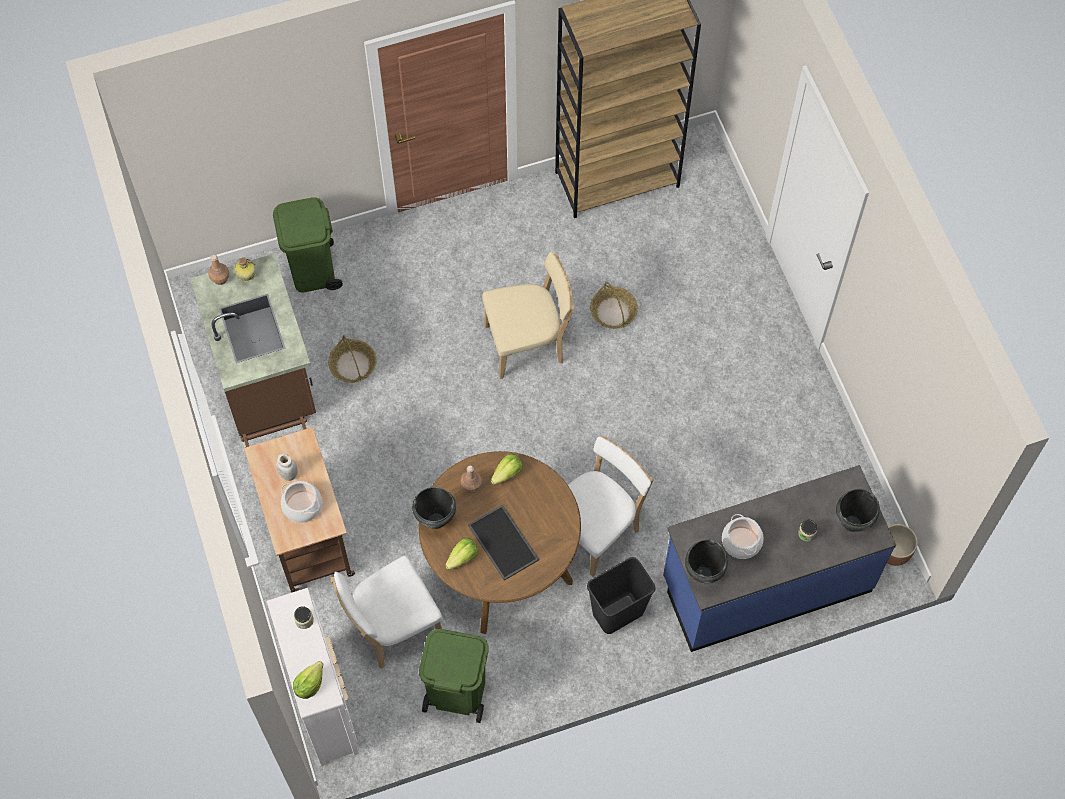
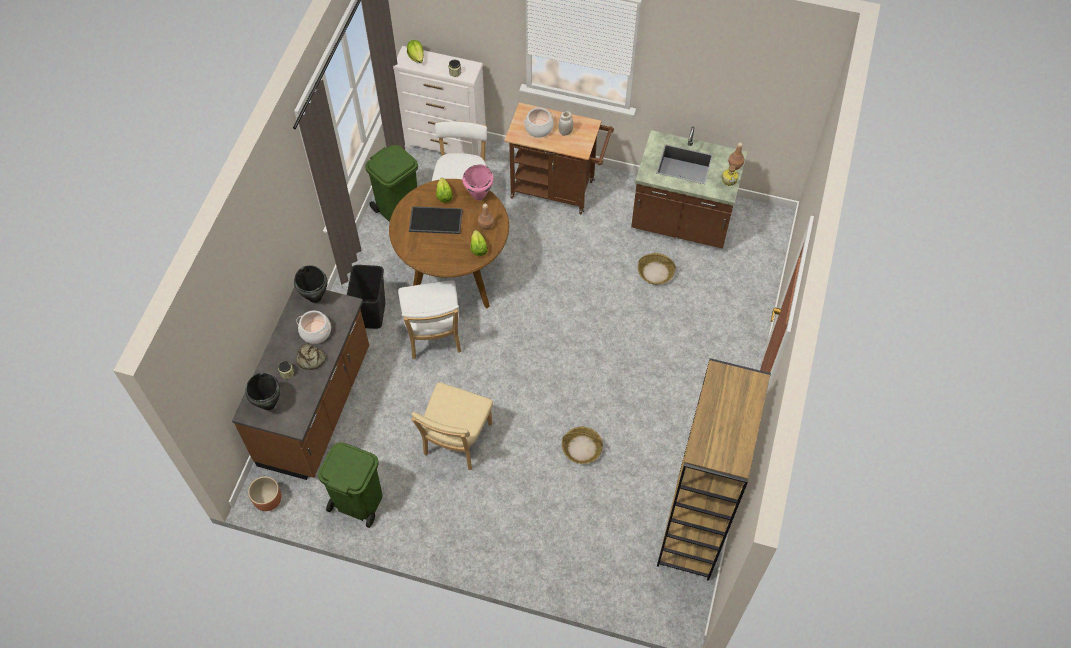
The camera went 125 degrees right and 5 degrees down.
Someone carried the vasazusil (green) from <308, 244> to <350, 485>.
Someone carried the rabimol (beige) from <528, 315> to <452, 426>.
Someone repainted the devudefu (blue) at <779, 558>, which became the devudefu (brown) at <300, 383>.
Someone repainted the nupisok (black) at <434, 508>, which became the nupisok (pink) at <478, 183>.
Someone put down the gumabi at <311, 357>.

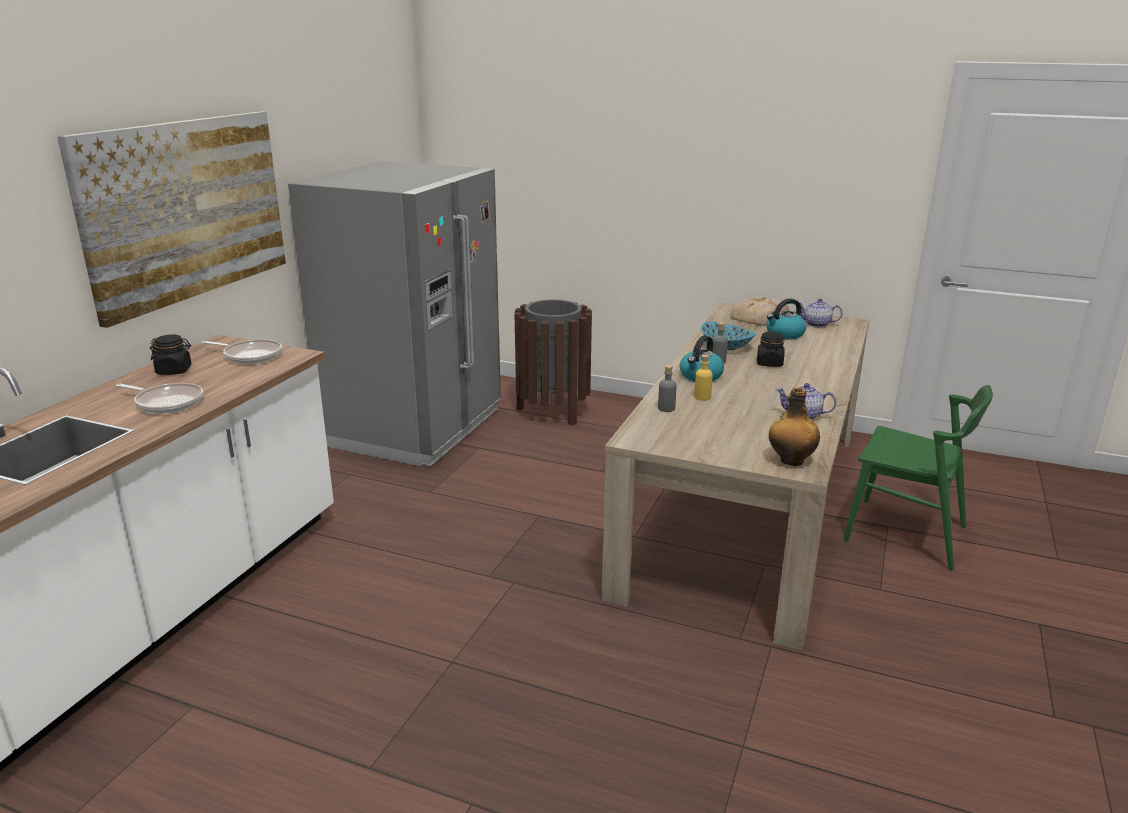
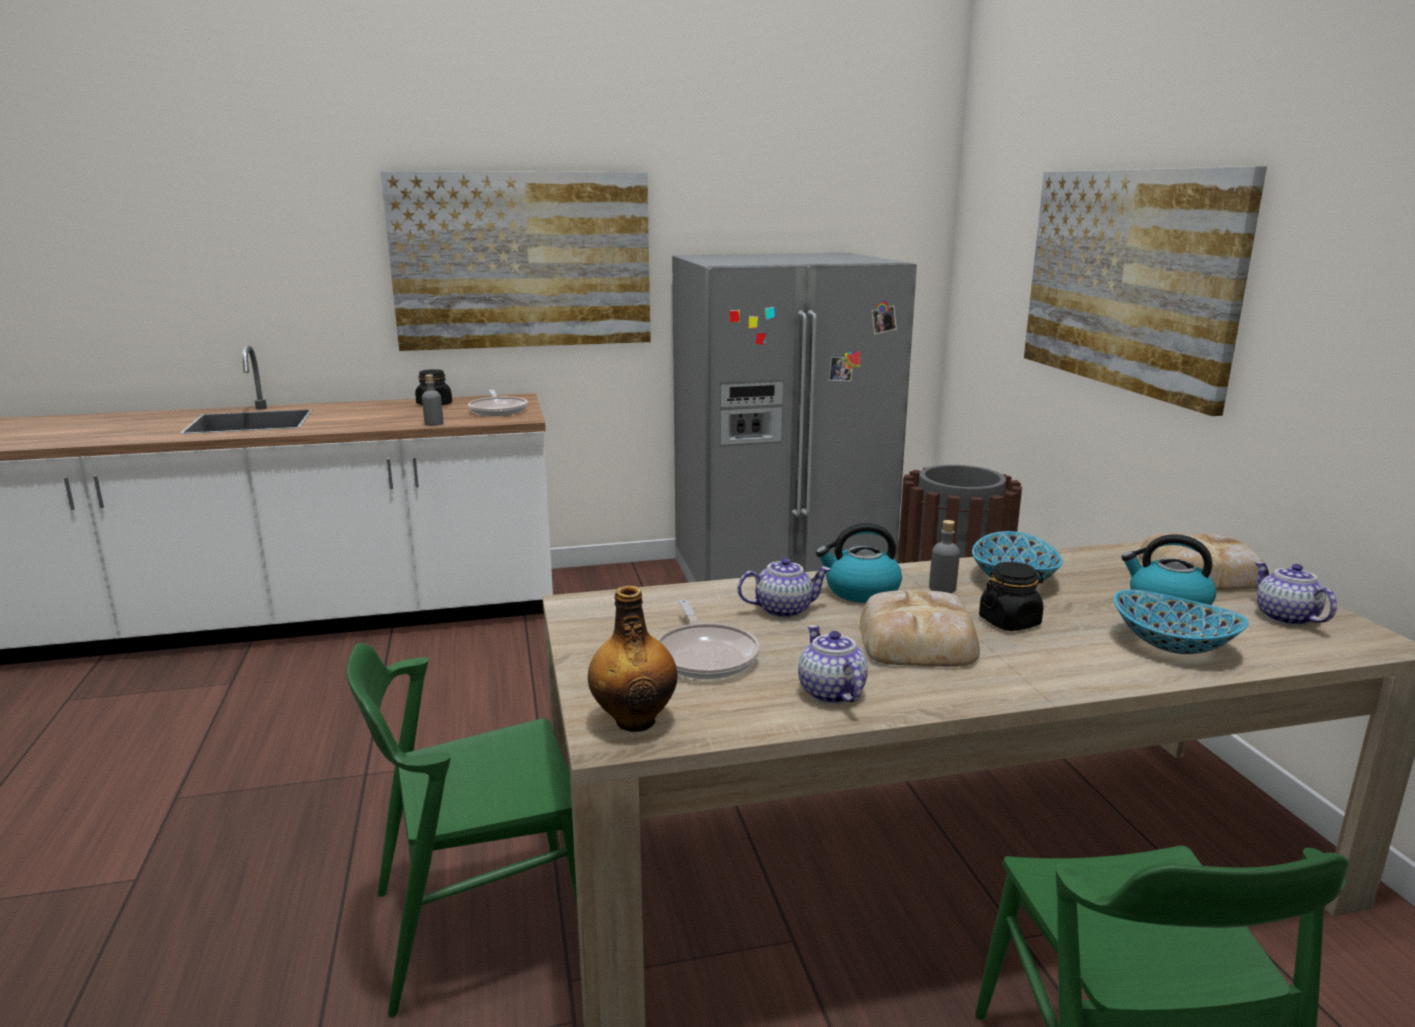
The camera went 55 degrees right and 5 degrees down.
Someone swapped the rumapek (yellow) at <703, 378> for the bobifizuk at <784, 588>.
Someone carried the rumapek (grey) from <667, 388> to <432, 400>.
Someone carried the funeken from <159, 398> to <708, 639>.
Someone put up the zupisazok at <1145, 291>.
Someone put down the gumabi at <920, 628>.
Someone put down the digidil at <1181, 622>.
Someone put down the rabimol (green) at <462, 830>.

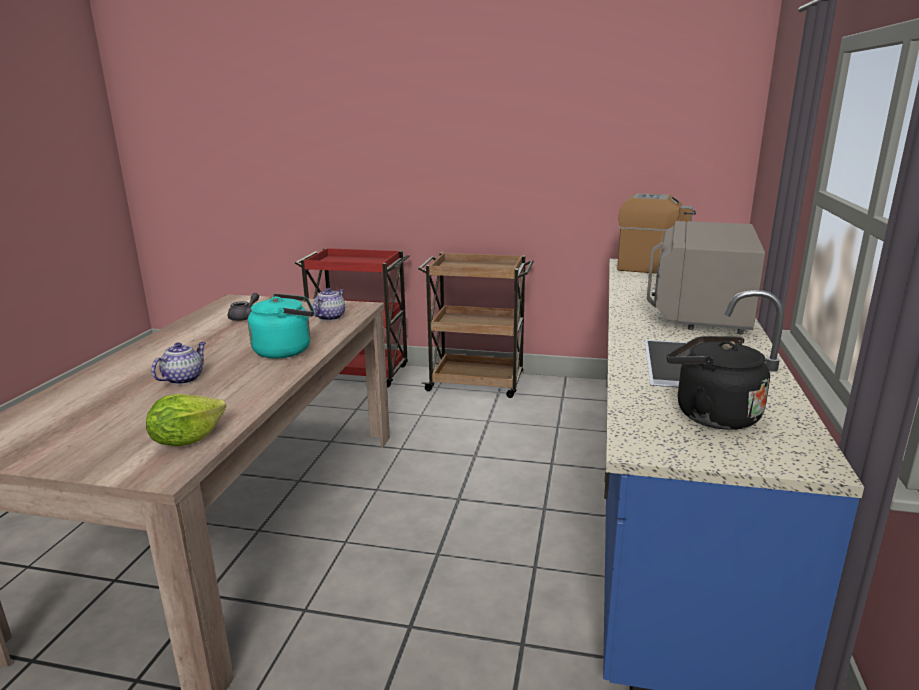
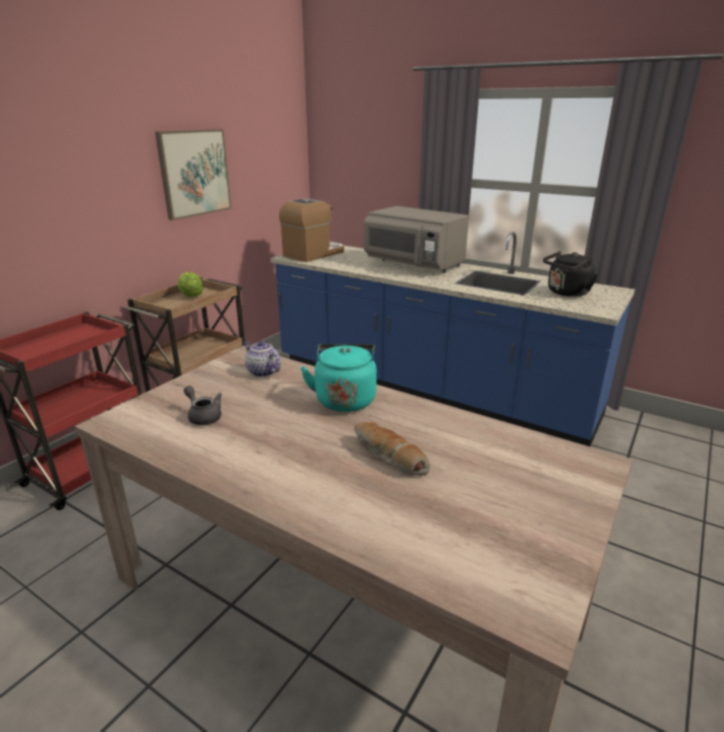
The camera went 70 degrees left and 5 degrees up.
Someone swapped the bobifizuk at <178, 363> for the gumabi at <392, 449>.
Someone carried the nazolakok from <186, 420> to <190, 284>.
Someone put up the zupisazok at <193, 174>.

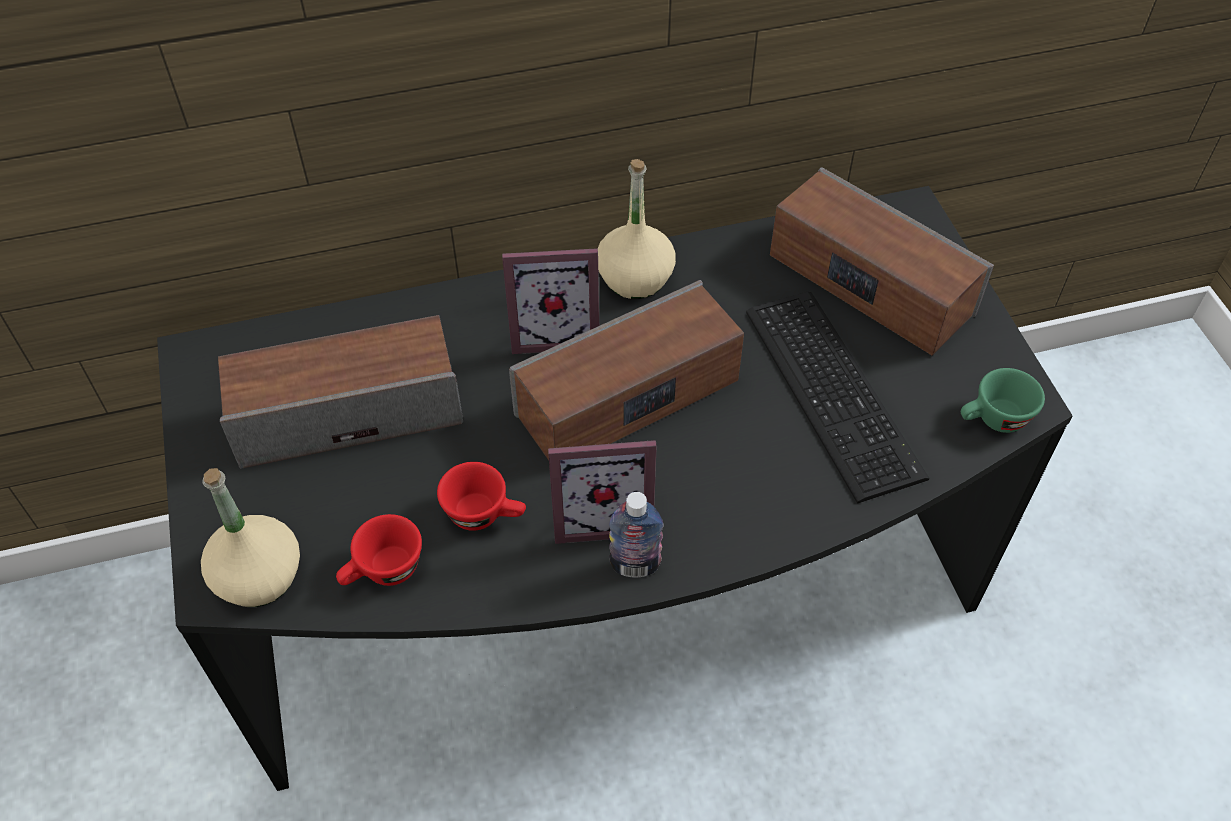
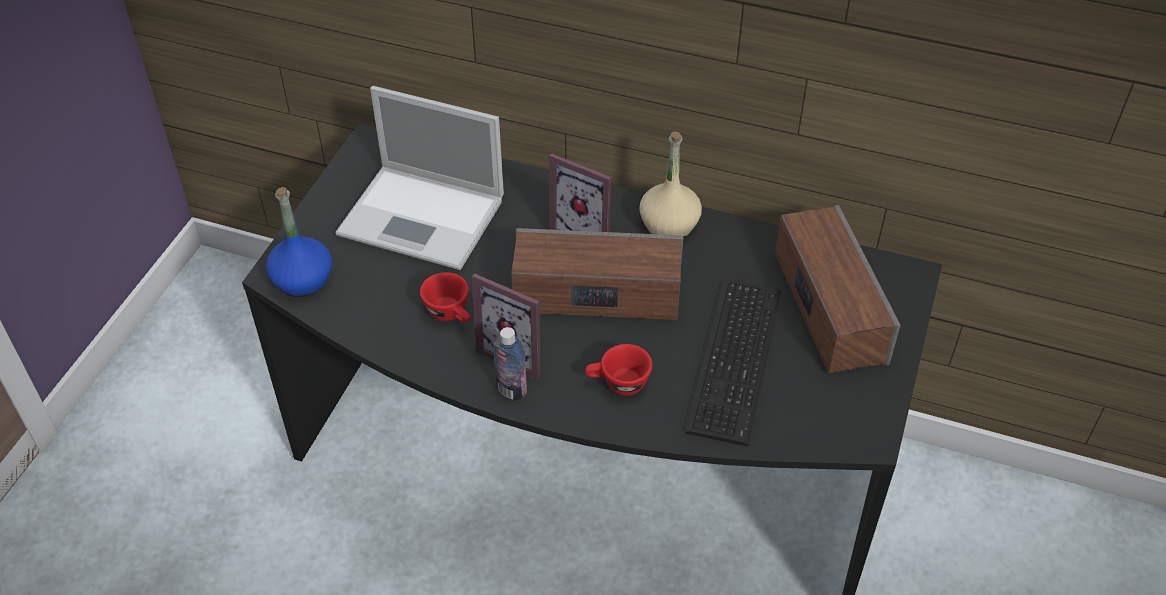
The camera went 35 degrees right and 5 degrees down.
Someone swapped the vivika at <340, 392> for the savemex at <419, 178>.
Someone took away the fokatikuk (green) at <1003, 400>.
Someone repainted the rumapek (beige) at <250, 537>, which became the rumapek (blue) at <299, 242>.
Someone carried the fokatikuk (red) from <379, 550> to <618, 370>.

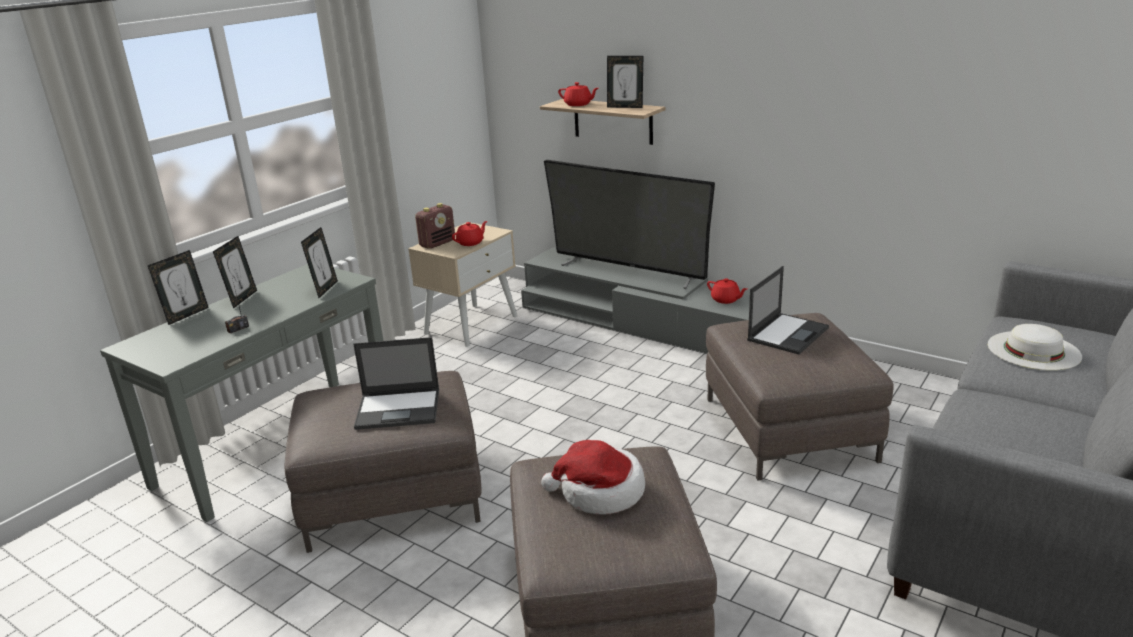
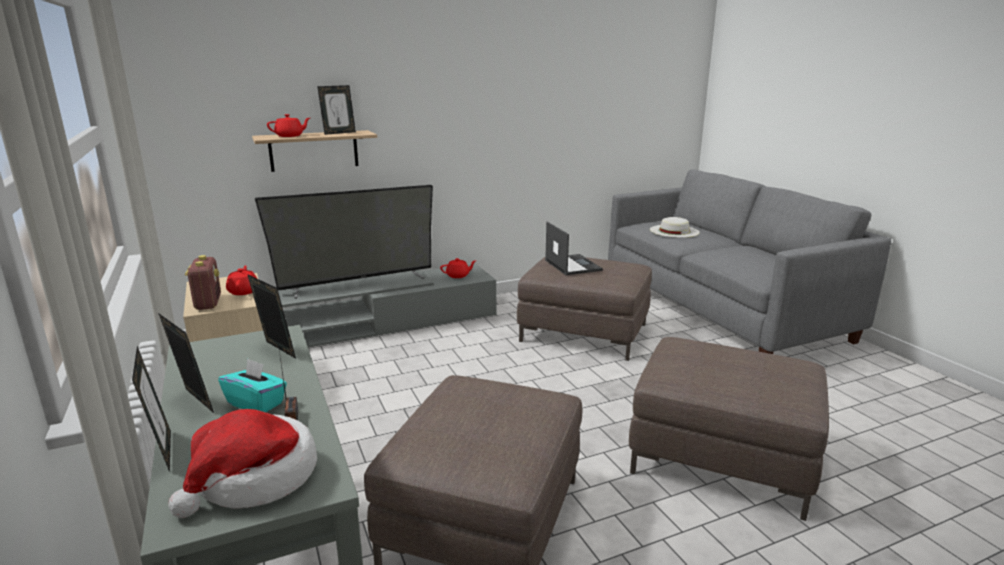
The camera went 60 degrees left and 5 degrees down.
Someone took away the savemex at <396, 383>.
Someone carried the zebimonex from <593, 477> to <243, 463>.
Someone put down the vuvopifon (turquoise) at <252, 385>.

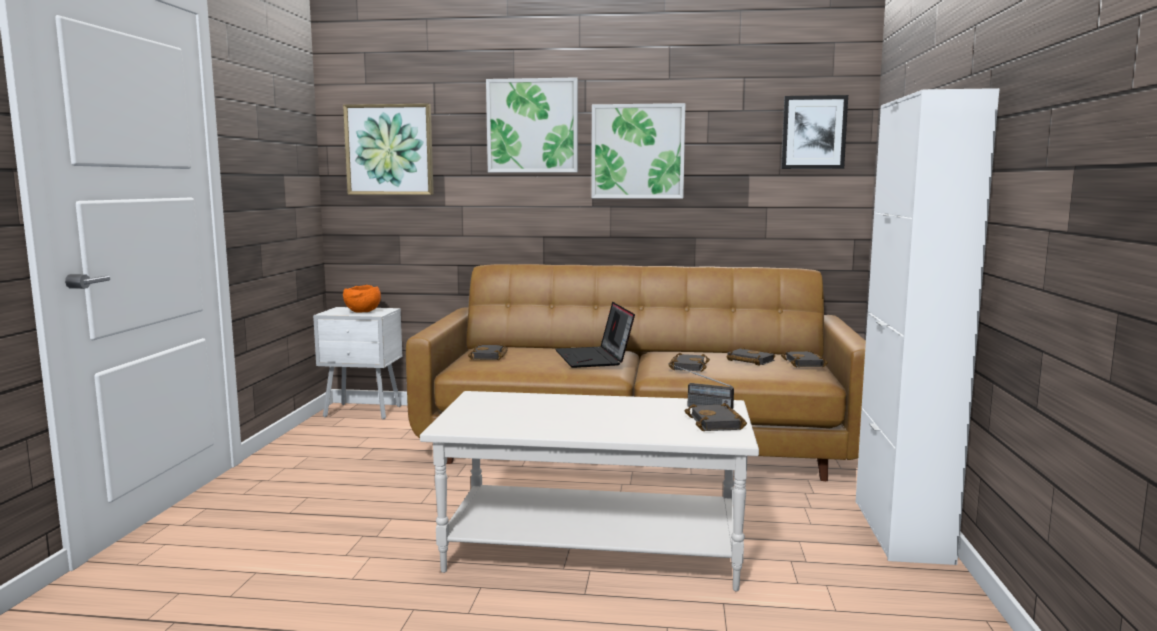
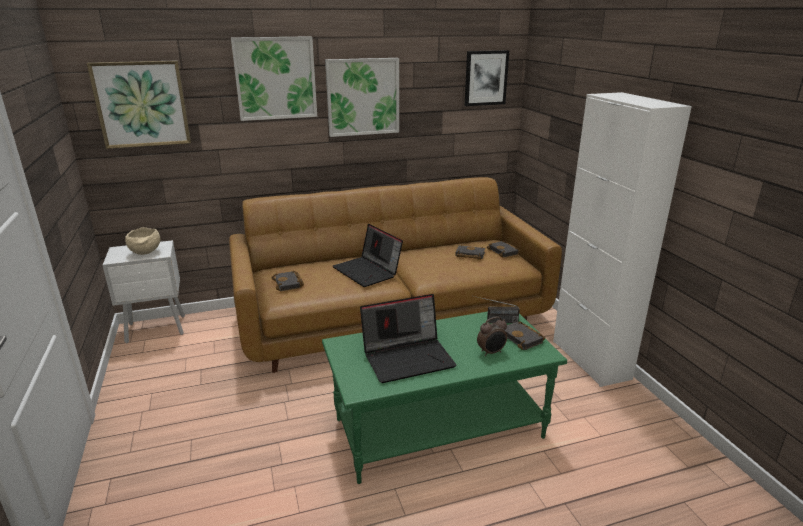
The camera went 25 degrees left and 15 degrees up.
Someone repainted the digidil (orange) at <362, 298>, which became the digidil (beige) at <143, 241>.
Someone took away the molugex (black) at <689, 362>.
Someone repainted the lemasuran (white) at <589, 491>, which became the lemasuran (green) at <444, 397>.
Someone put down the savemex at <408, 338>.
Someone put down the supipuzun at <492, 336>.

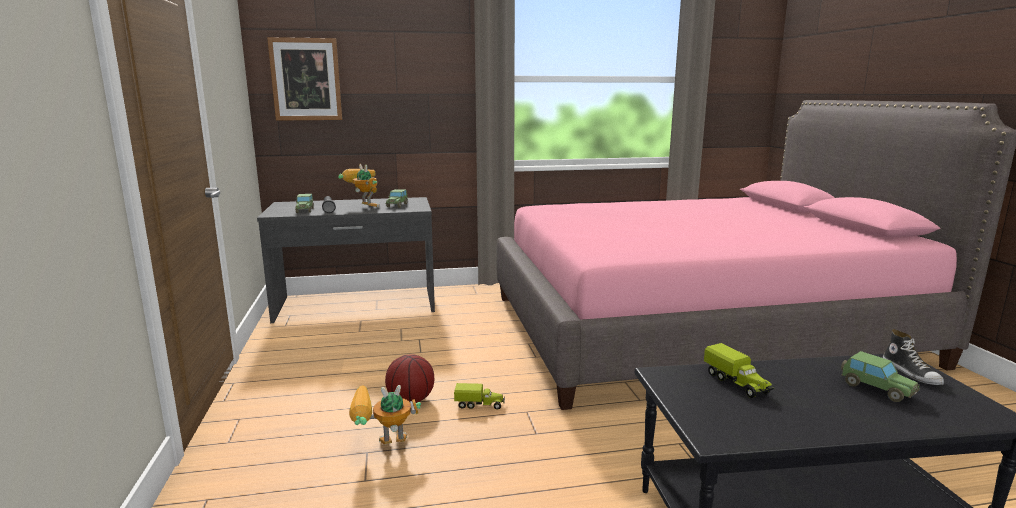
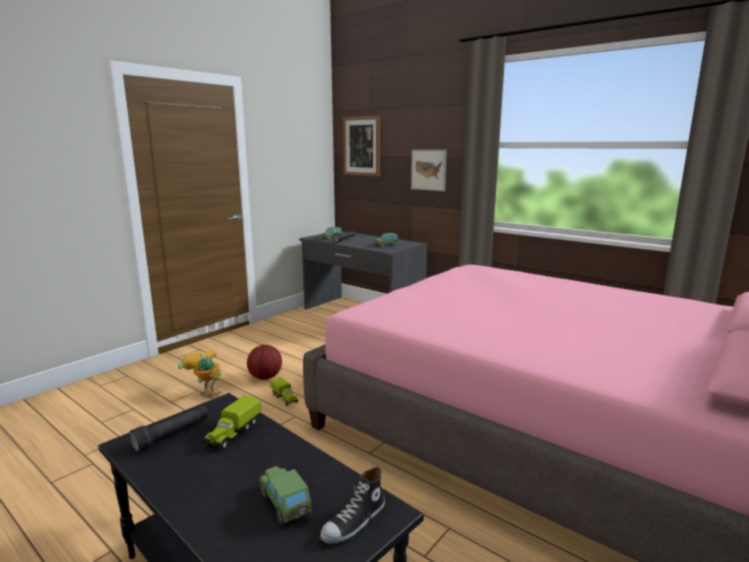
The camera went 50 degrees right and 0 degrees up.
Someone took away the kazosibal at <359, 186>.
Someone rotated the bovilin at <880, 376> by 135 degrees clockwise.
Someone put up the zupisazok at <429, 170>.
Someone put down the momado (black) at <168, 428>.

